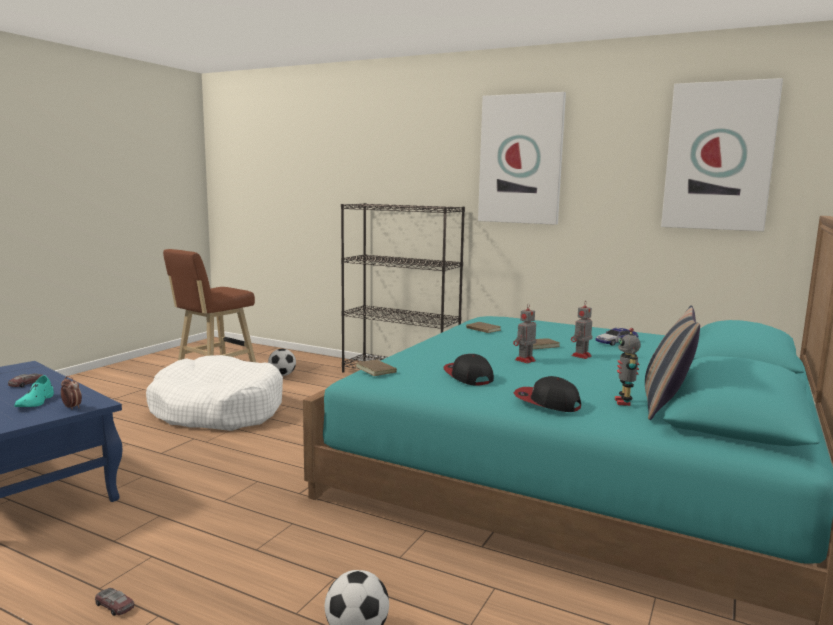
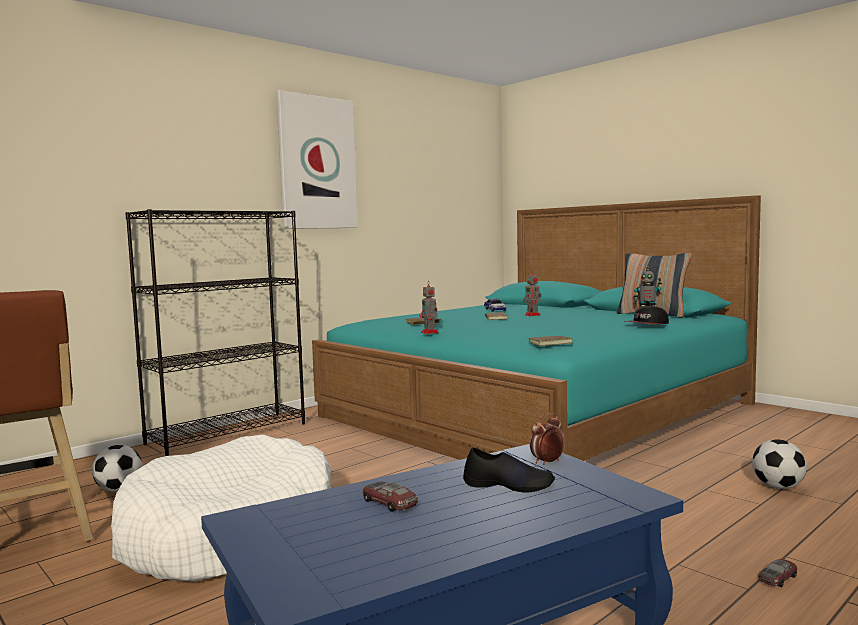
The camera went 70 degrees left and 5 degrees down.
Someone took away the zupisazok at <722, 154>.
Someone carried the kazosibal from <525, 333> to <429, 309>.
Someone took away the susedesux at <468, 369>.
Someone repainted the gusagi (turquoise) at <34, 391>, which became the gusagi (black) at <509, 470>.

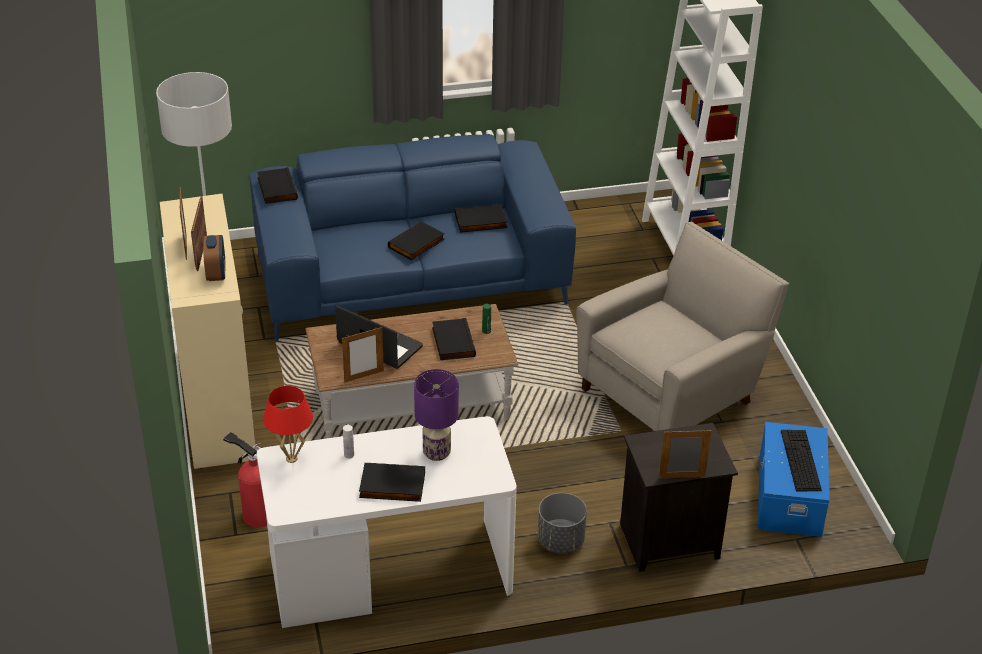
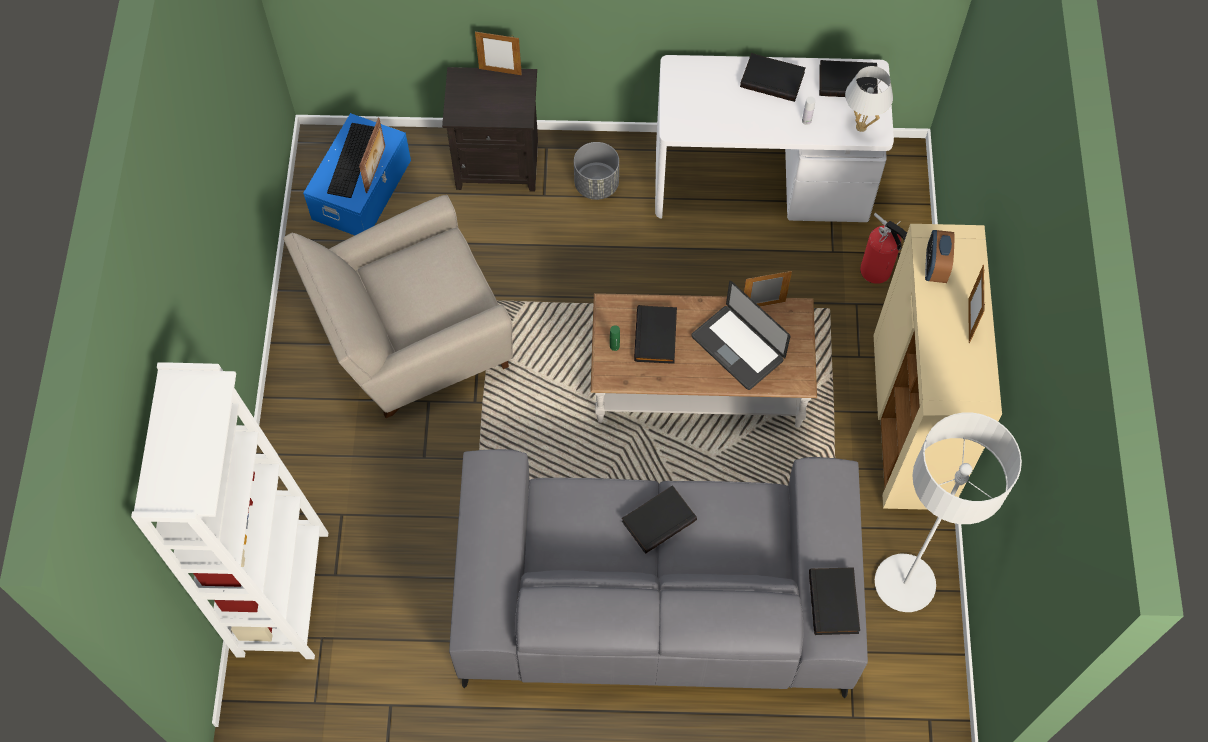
The camera went 165 degrees left and 25 degrees up.
Someone repainted the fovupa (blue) at <413, 238>, which became the fovupa (grey) at <658, 573>.
Someone carried the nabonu from <199, 233> to <372, 155>.
Someone carried the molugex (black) from <481, 218> to <848, 78>.
Someone took away the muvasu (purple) at <436, 415>.
Someone repainted the muvasu (red) at <288, 424>, which became the muvasu (white) at <869, 99>.

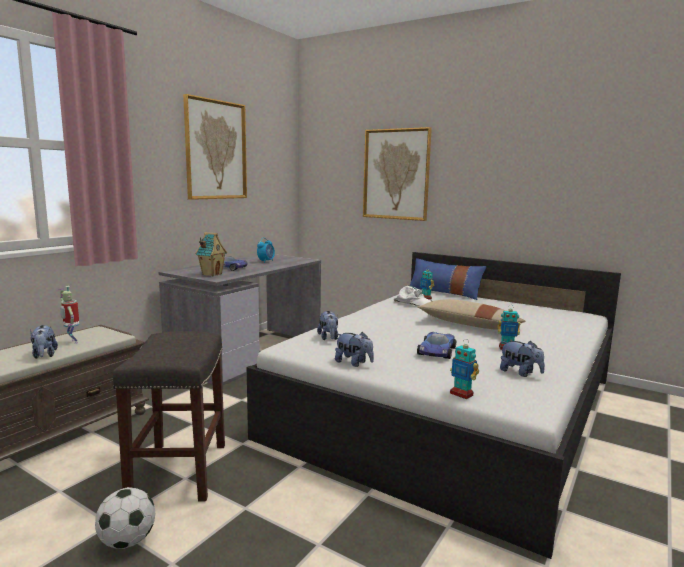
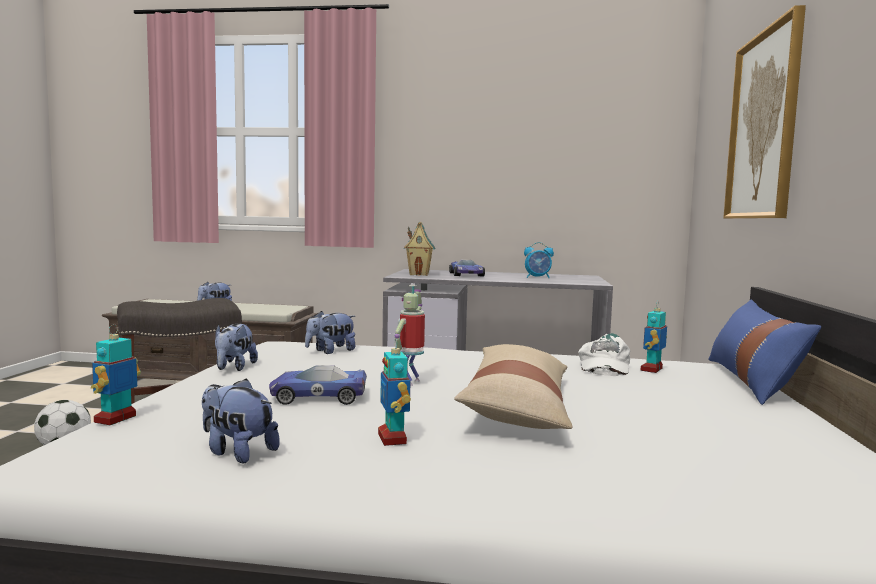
The camera went 65 degrees right and 5 degrees down.
Someone took away the zupisazok at <215, 147>.
Someone carried the kazosibal from <68, 315> to <410, 335>.
Someone rotated the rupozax at <522, 359> by 105 degrees clockwise.

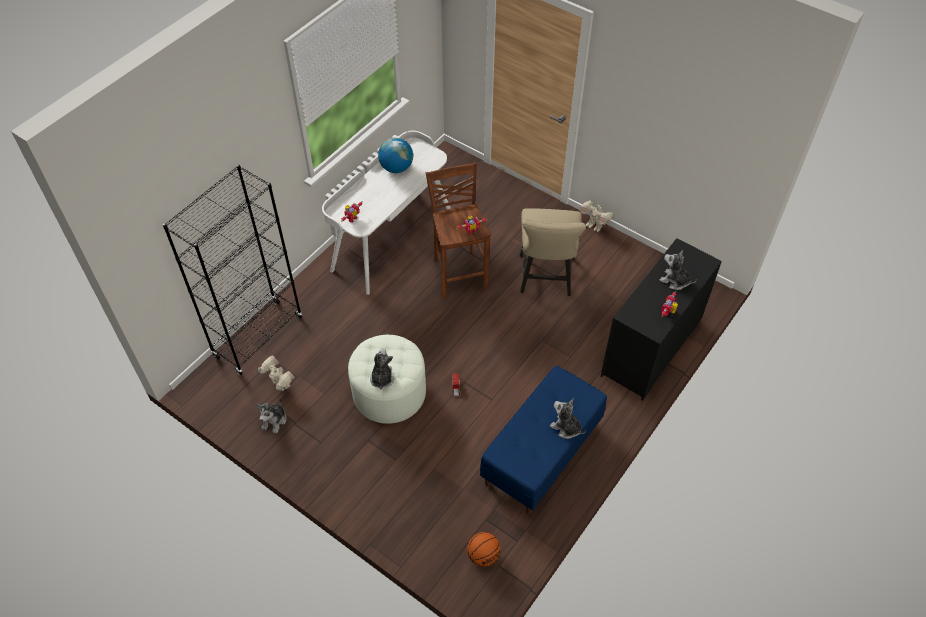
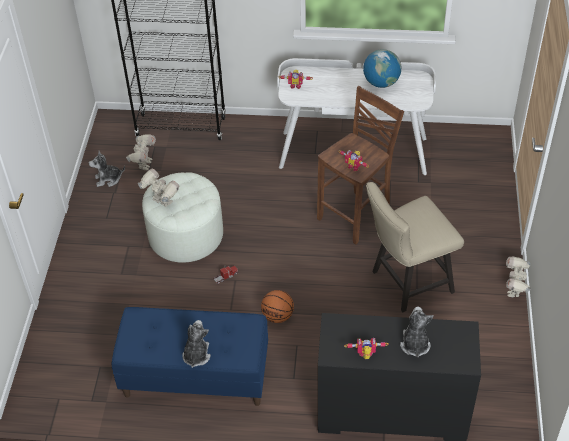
The camera went 60 degrees right and 5 degrees down.
Someone swapped the rupozax at <382, 369> for the kazosibal at <159, 188>.
Someone carried the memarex from <484, 549> to <277, 306>.

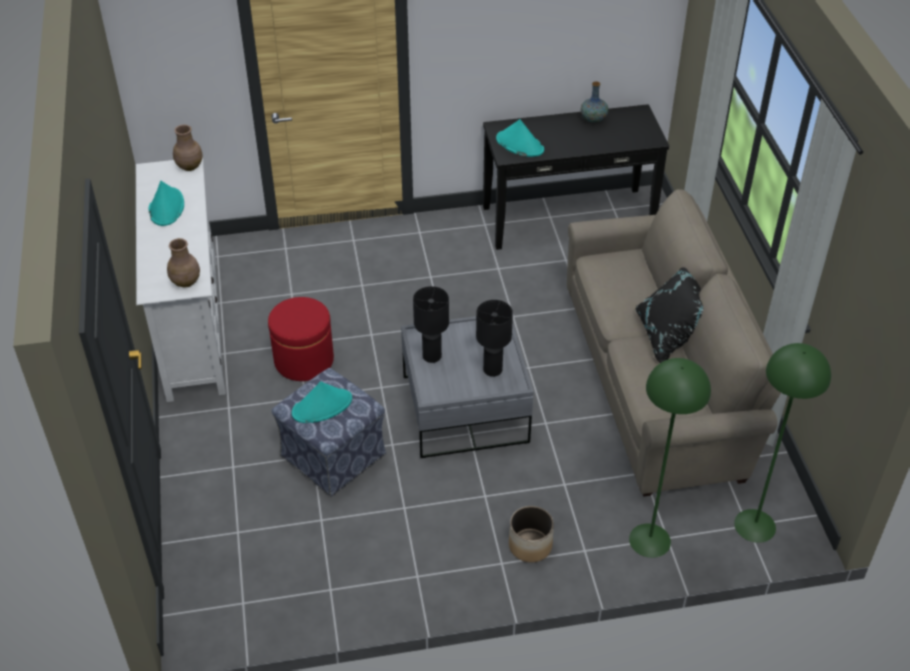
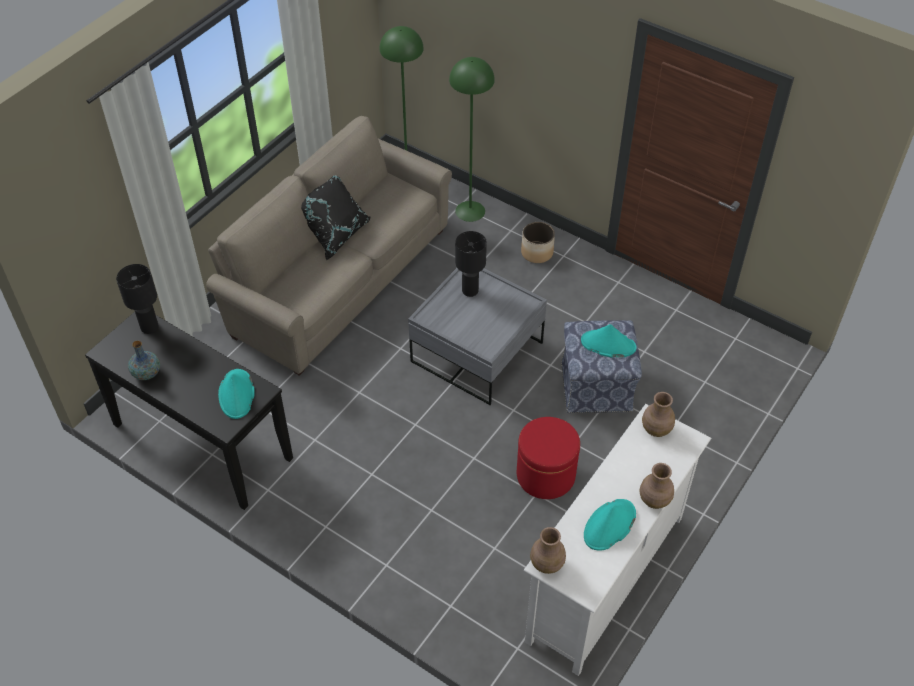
The camera went 135 degrees left and 5 degrees up.
Someone carried the muvasu (black) from <431, 324> to <137, 299>.
Someone put down the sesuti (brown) at <657, 486>.

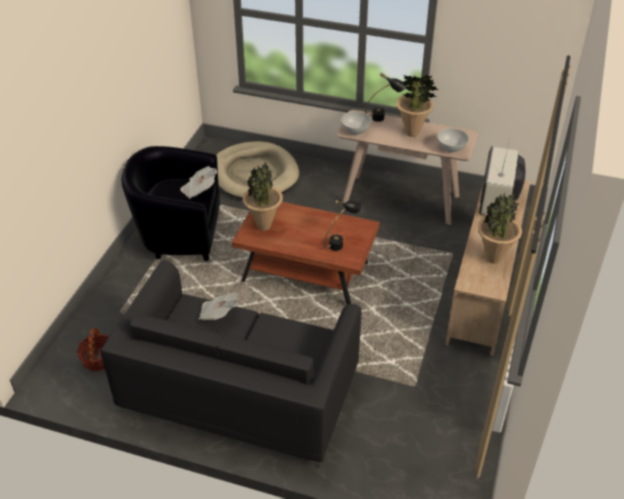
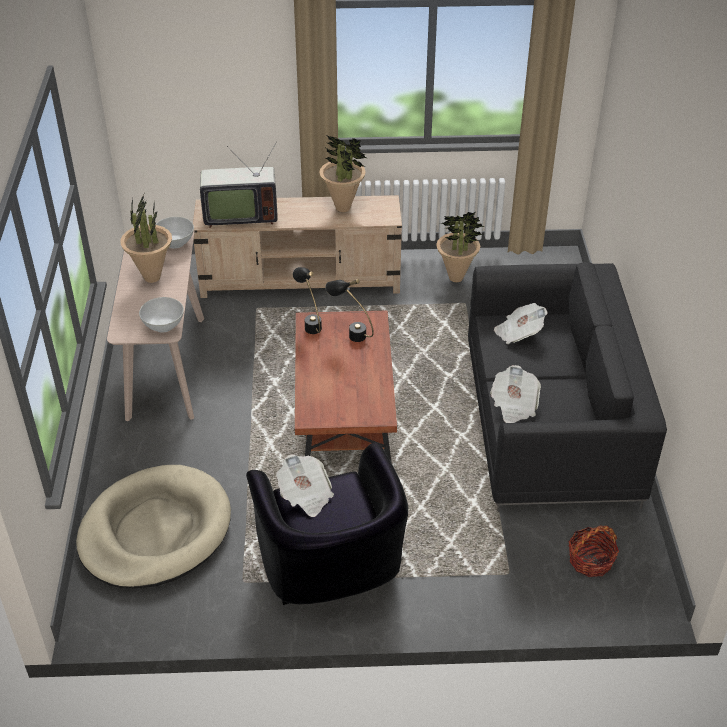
The camera went 110 degrees left and 0 degrees up.
Someone carried the muvasu (black) from <386, 97> to <307, 300>.
Someone carried the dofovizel from <263, 196> to <460, 247>.
Someone put down the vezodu at <521, 323>.

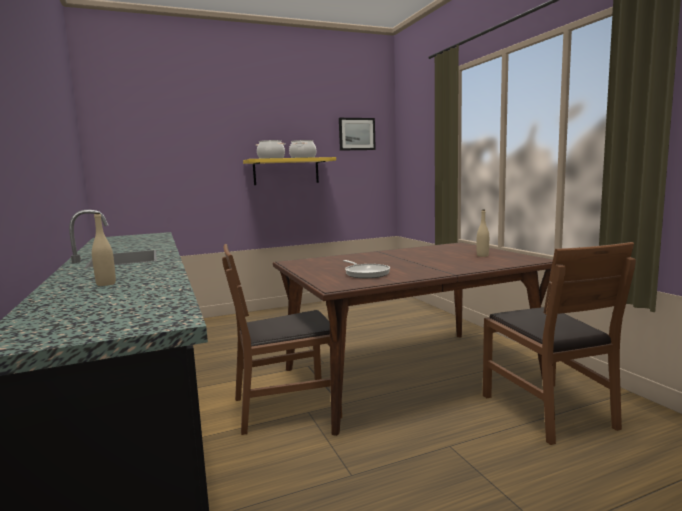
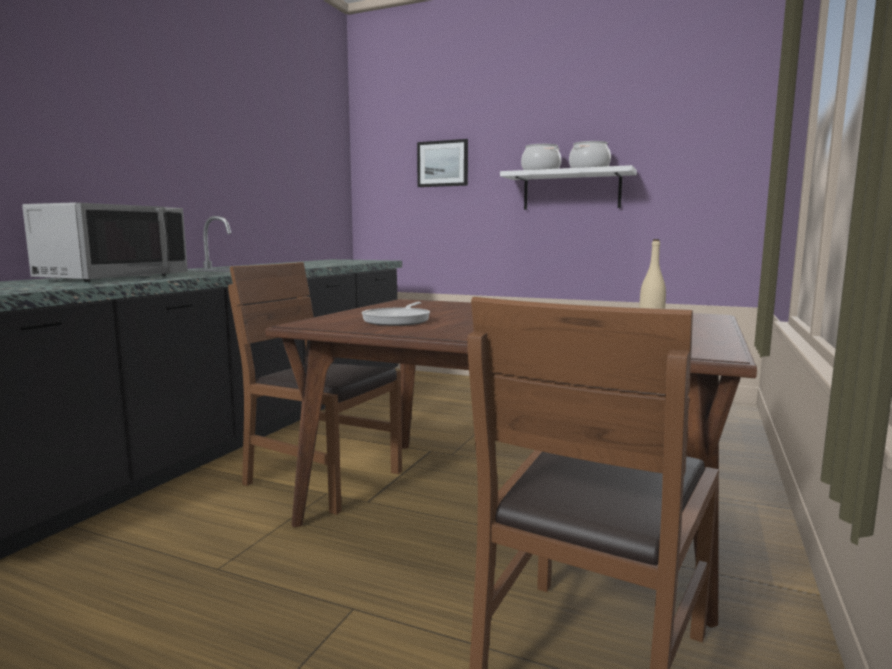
The camera went 45 degrees right and 0 degrees up.
Someone carried the zupisazok from <357, 134> to <442, 163>.
Someone repainted the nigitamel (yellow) at <289, 171>, which became the nigitamel (white) at <568, 187>.
Someone swapped the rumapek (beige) at <104, 249> for the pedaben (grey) at <105, 242>.

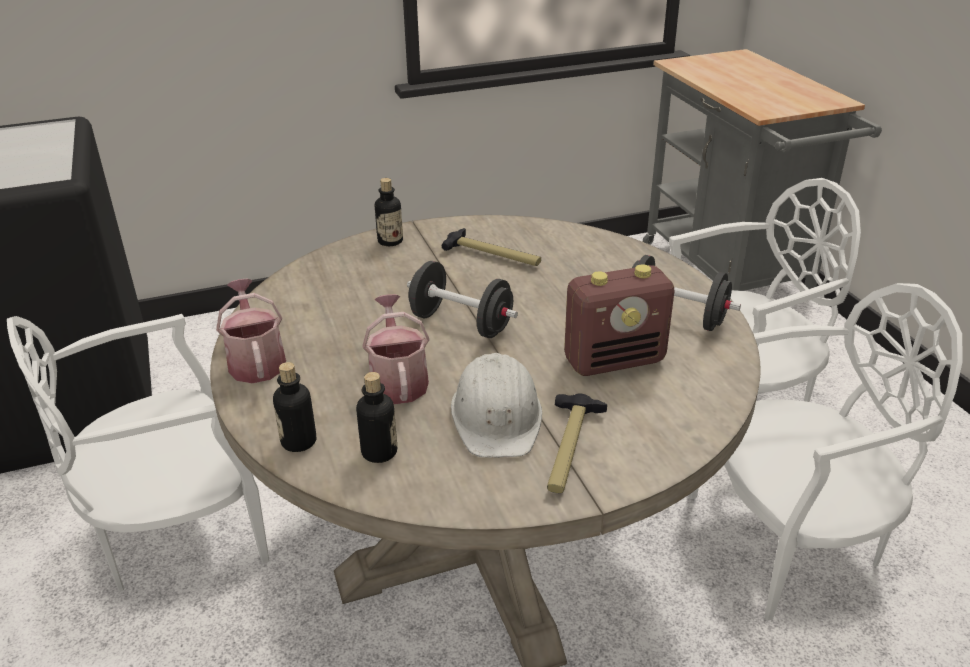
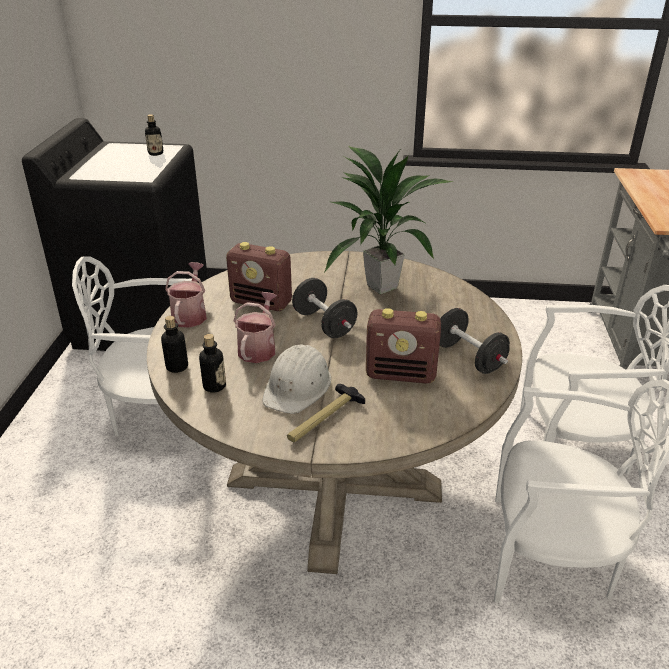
The camera went 25 degrees right and 0 degrees up.
Someone carried the rumapek from <389, 212> to <154, 135>.
Someone swapped the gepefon at <491, 247> for the dofovizel at <389, 220>.
Someone put down the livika at <259, 276>.

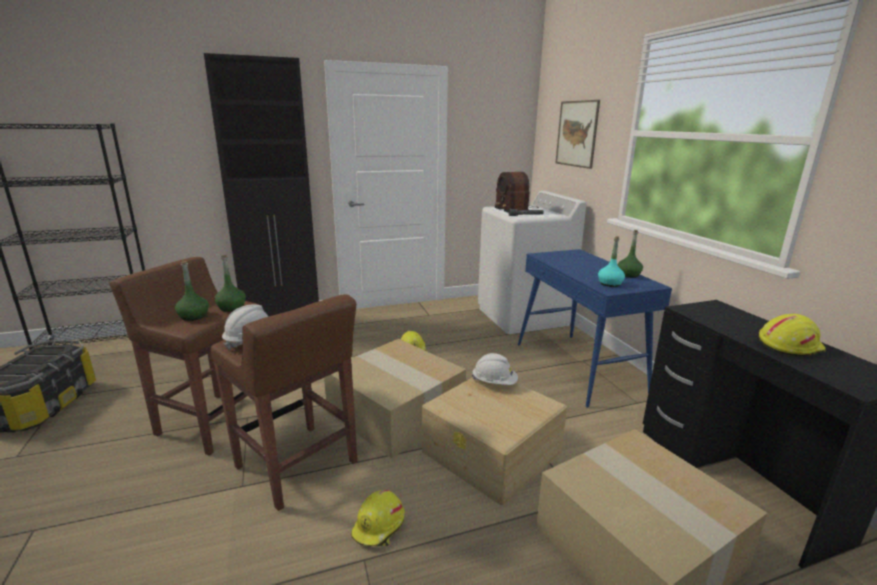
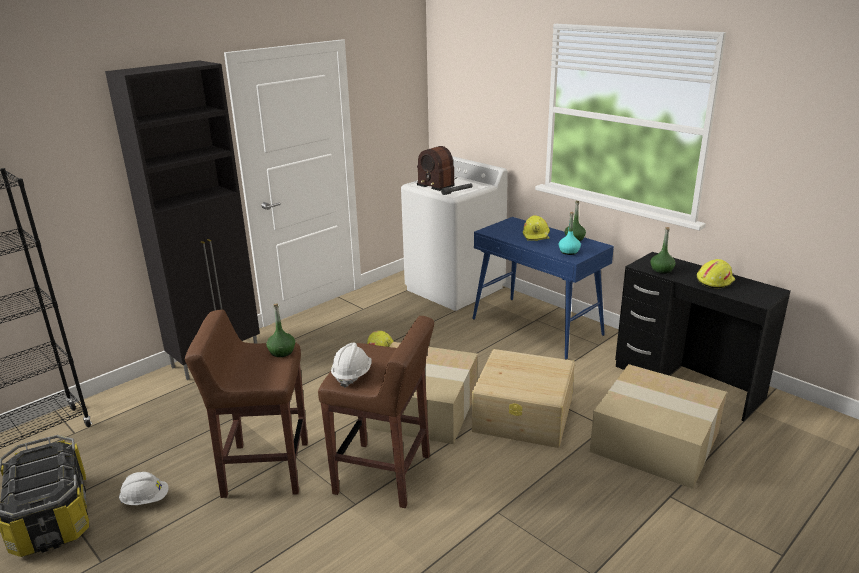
The camera went 25 degrees left and 5 degrees up.
Someone took away the zupisazok at <578, 134>.
Someone carried the rumapek (green) from <192, 291> to <663, 250>.
Someone carried the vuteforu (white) from <495, 369> to <144, 488>.
Someone carried the vuteforu (yellow) from <378, 518> to <536, 228>.

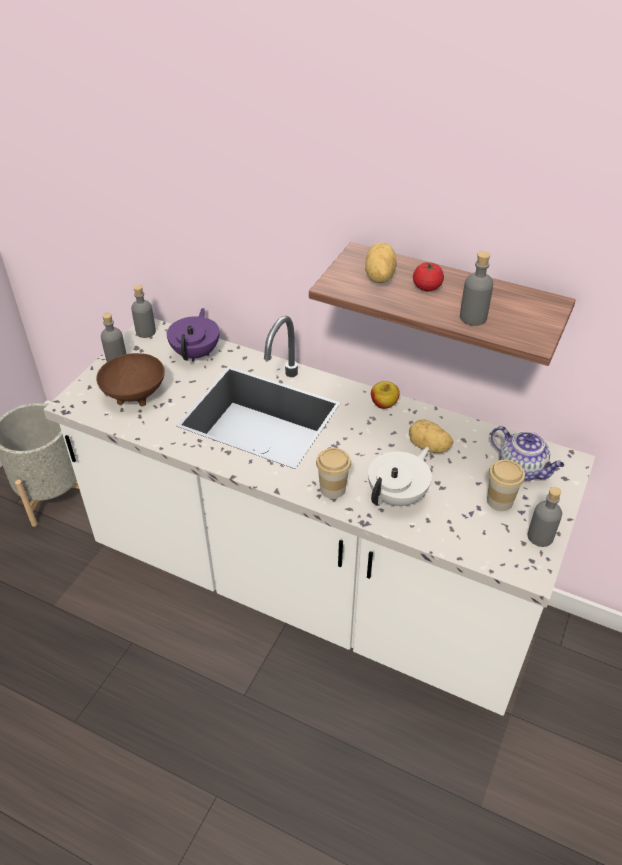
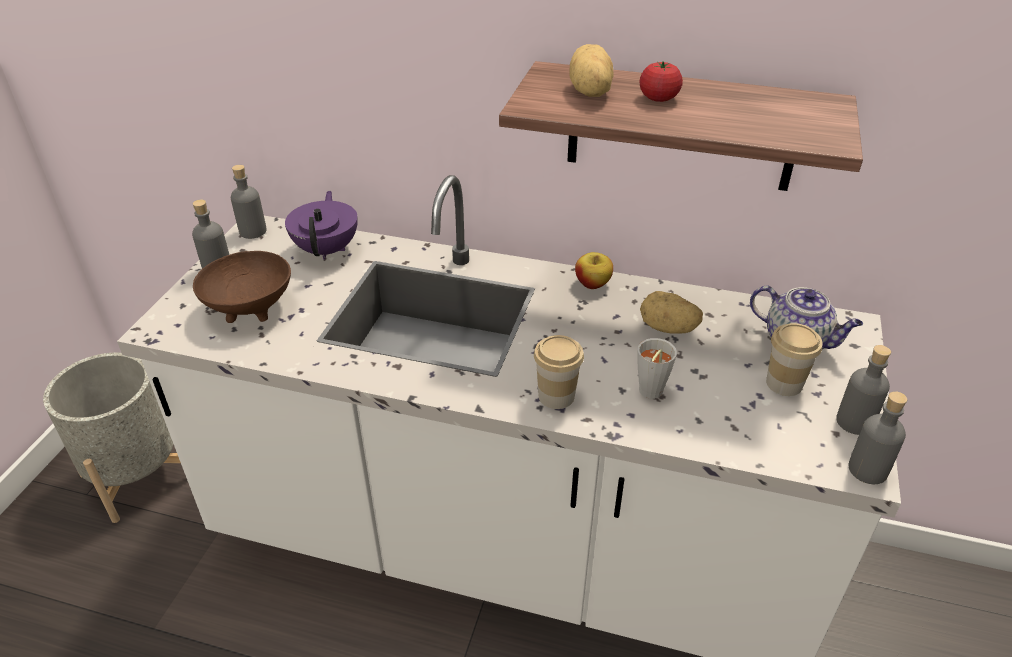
The camera went 10 degrees left and 5 degrees down.
Someone carried the rumapek (grey) from <476, 288> to <878, 437>.
Someone swapped the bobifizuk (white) at <400, 476> for the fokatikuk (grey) at <657, 368>.

